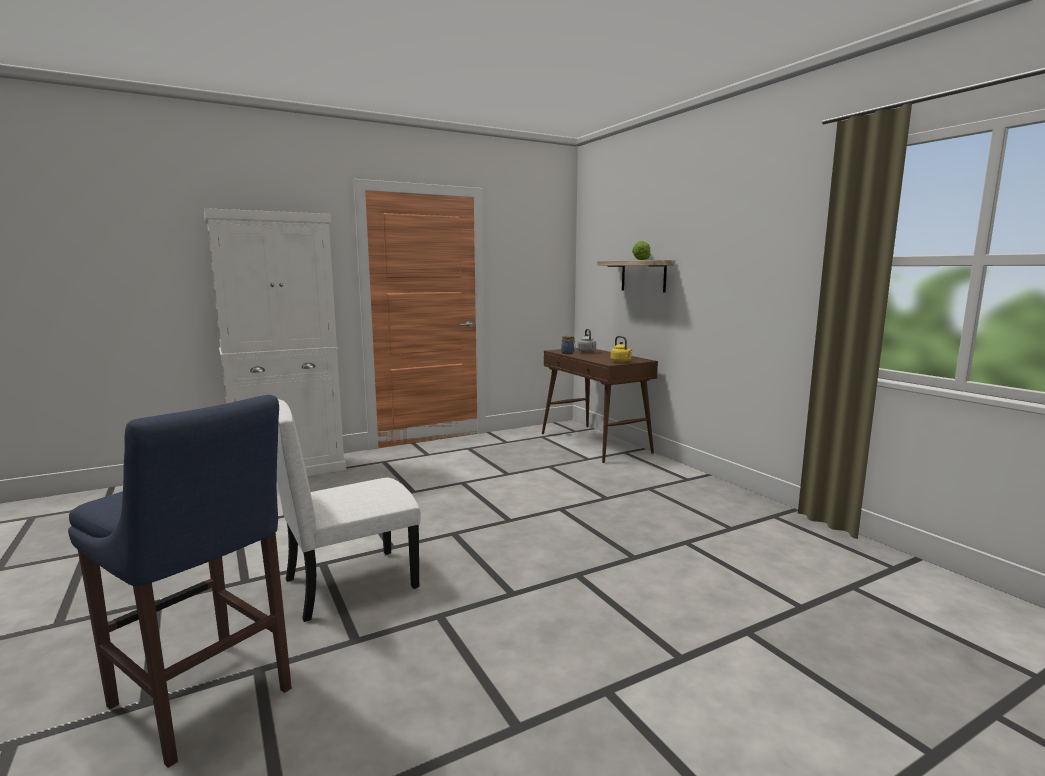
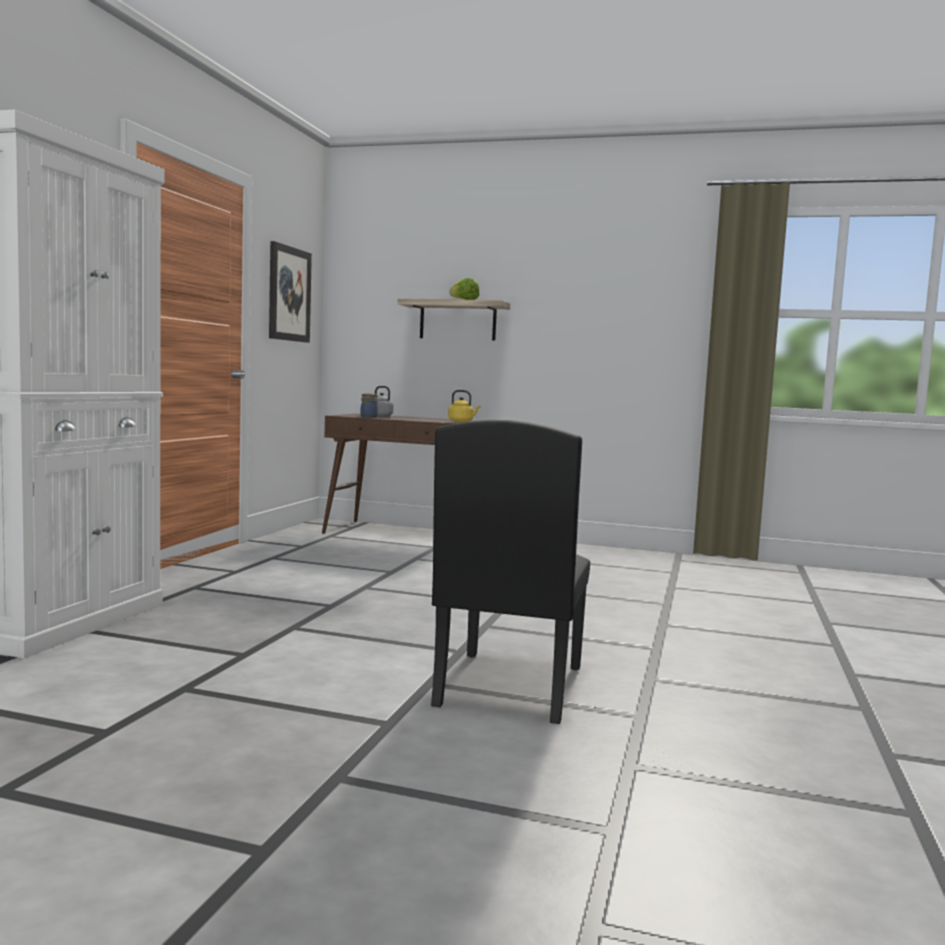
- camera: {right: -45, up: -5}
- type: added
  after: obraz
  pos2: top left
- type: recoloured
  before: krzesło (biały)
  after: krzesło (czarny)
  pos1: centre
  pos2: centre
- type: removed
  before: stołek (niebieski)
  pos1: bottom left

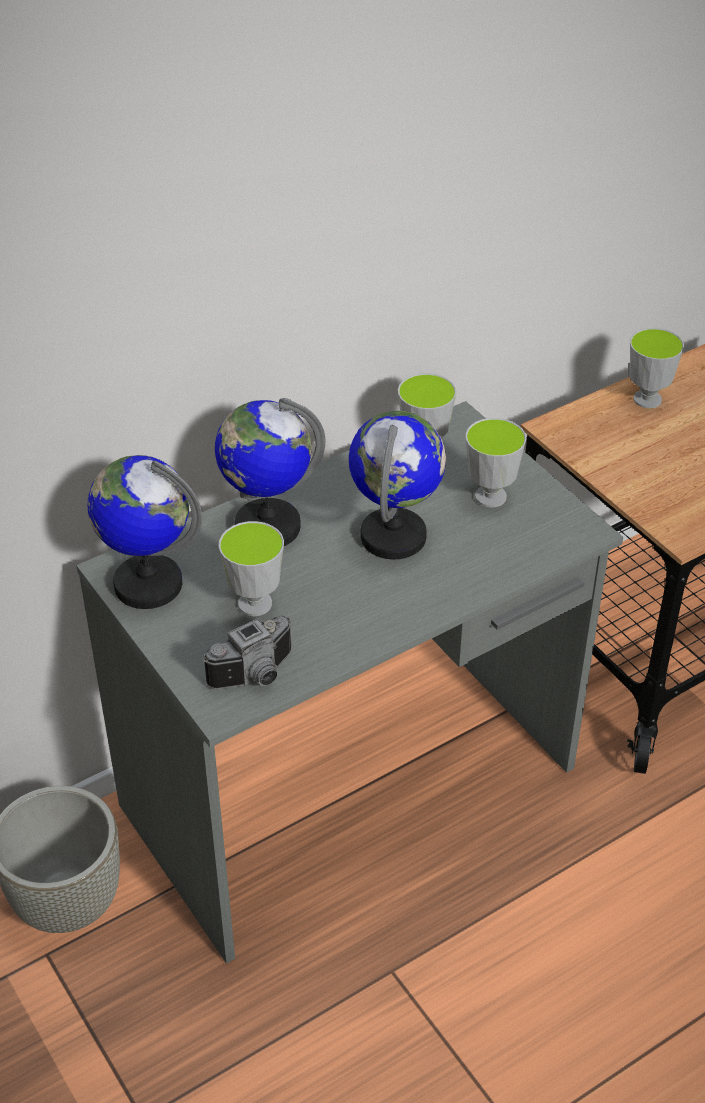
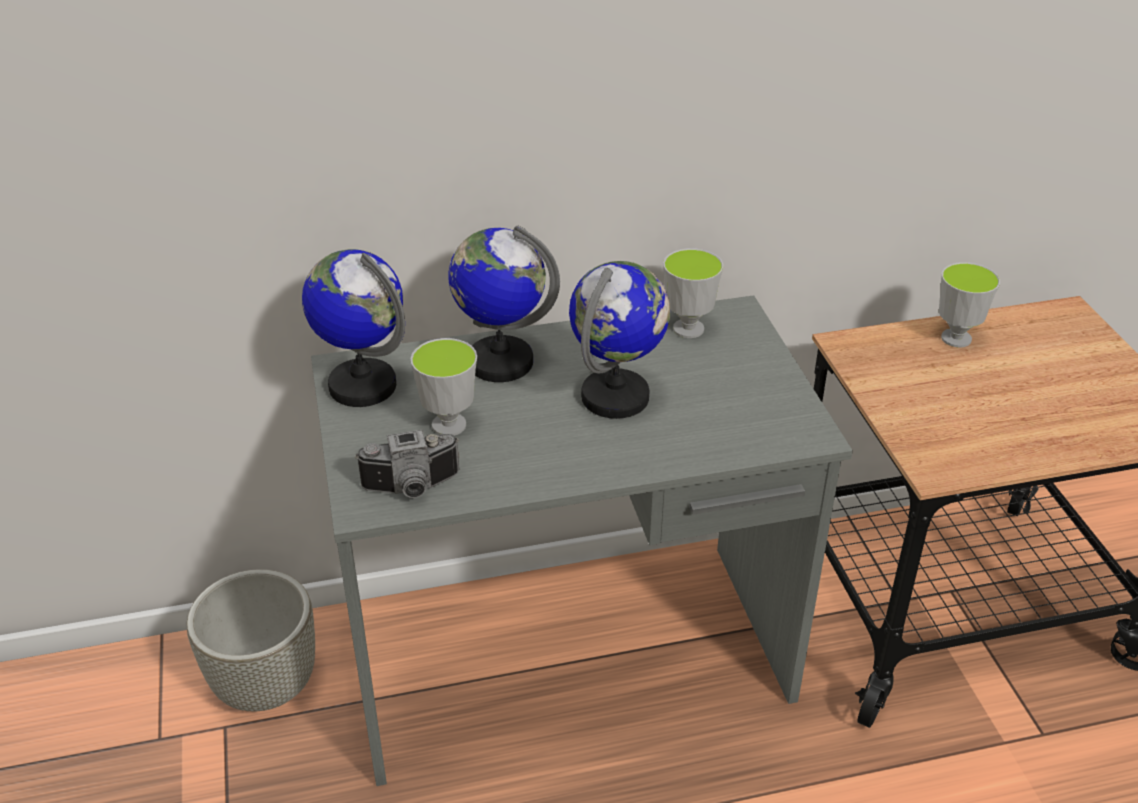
- camera: {right: 20, up: -5}
- type: removed
  before: filiżanka (3rd from left)
  pos1: middle right

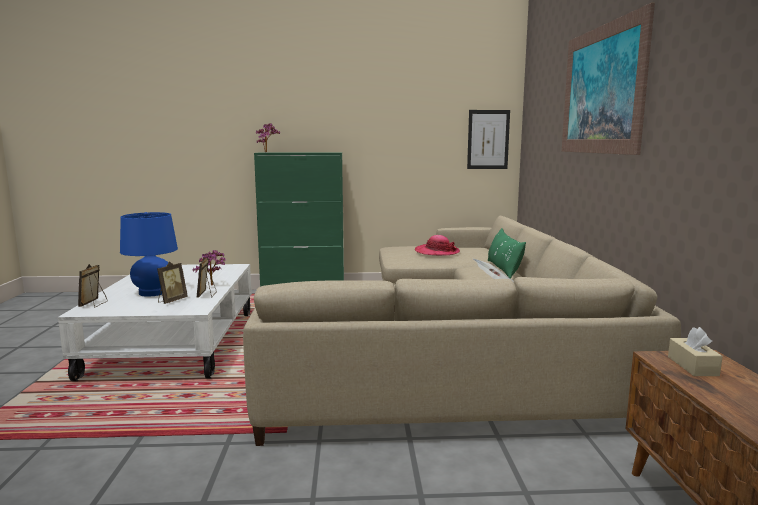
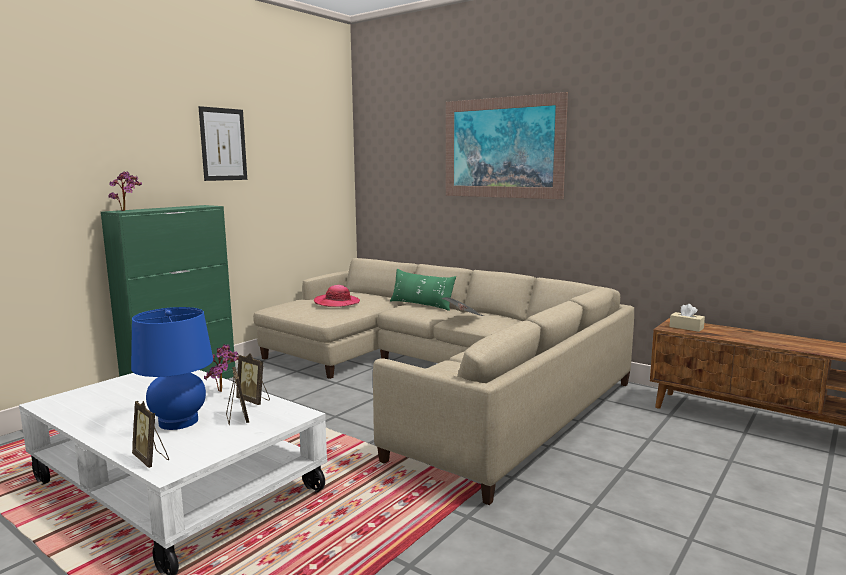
- camera: {right: -50, up: 0}
- type: moved
  before: obraz (1st from left)
  pos1: top centre
  pos2: top left

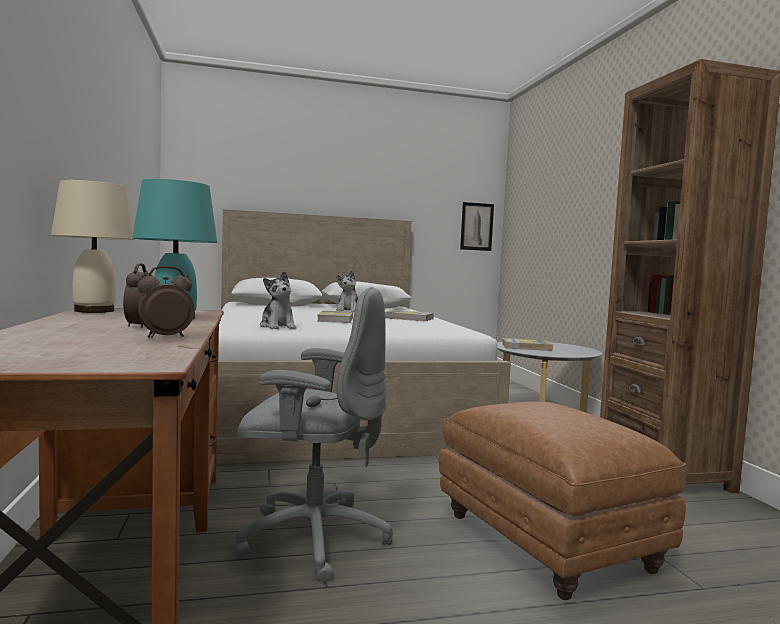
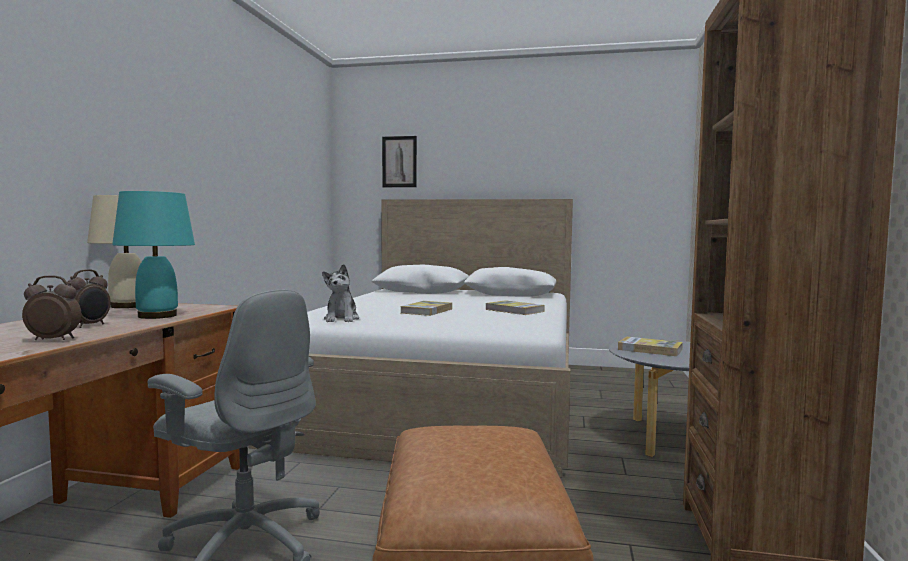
- camera: {right: 25, up: 0}
- type: moved
  before: obraz
  pos1: centre
  pos2: top centre
- type: removed
  before: pluszak (2nd from left)
  pos1: centre

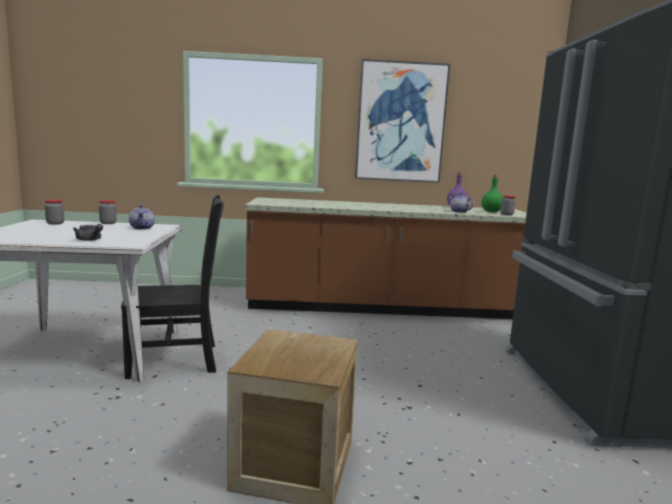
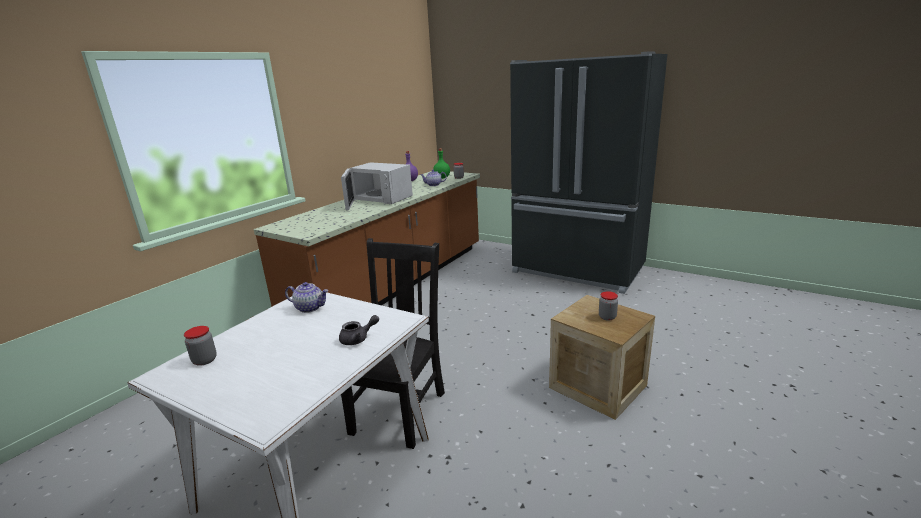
- camera: {right: -55, up: 10}
- type: added
  after: mikrofalówka (biały)
  pos2: centre
- type: moved
  before: słoik (2nd from left in the first image)
  after: słoik (3rd from left)
  pos1: middle left
  pos2: centre
- type: removed
  before: obraz
  pos1: top centre

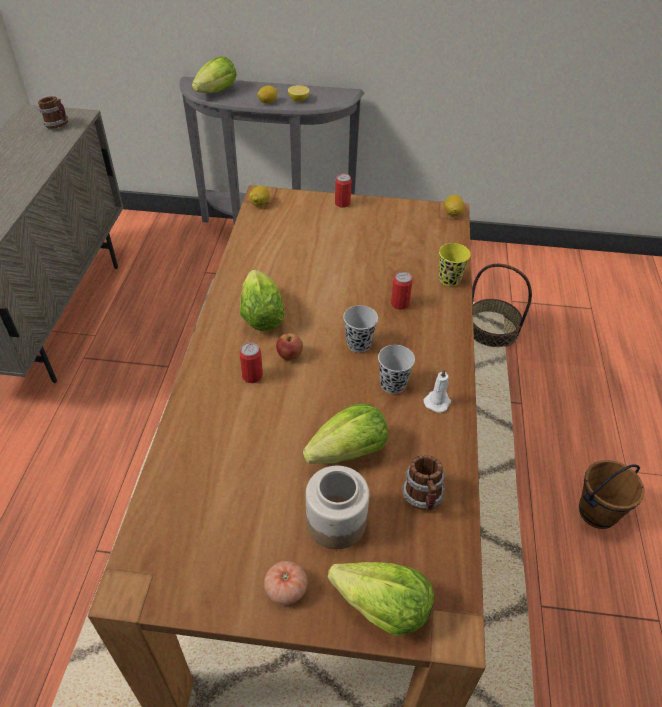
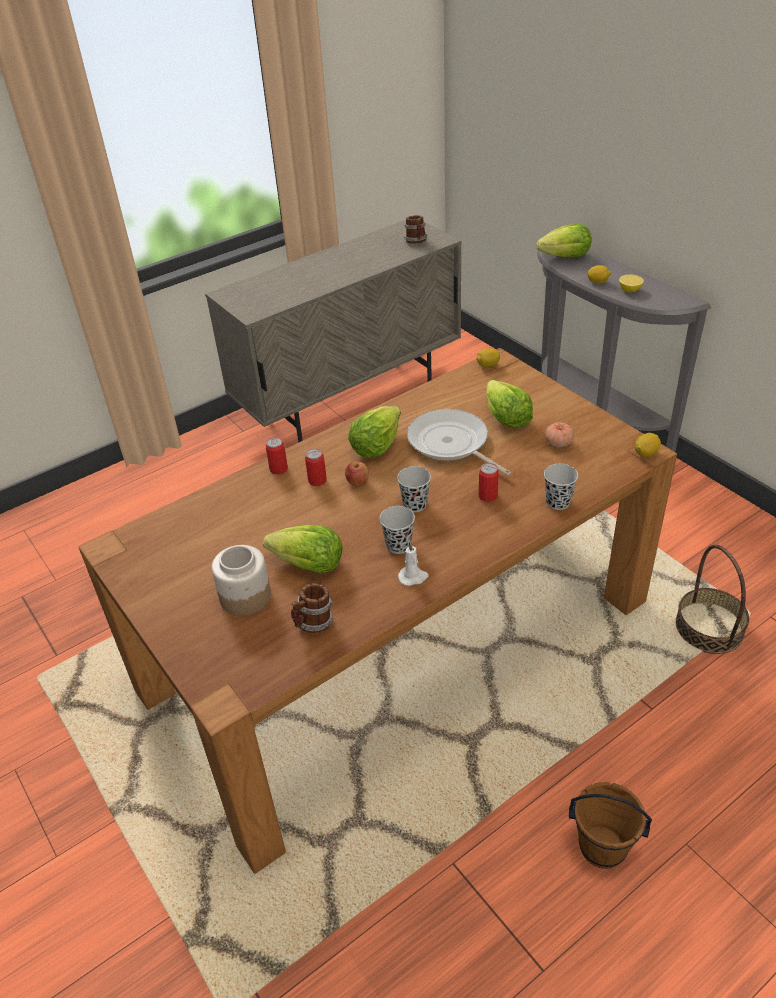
- camera: {right: 50, up: -5}
- type: moved
  before: puszka (2nd from left in the first image)
  after: puszka (1st from left)
  pos1: top centre
  pos2: centre
- type: added
  after: patelnia
  pos2: centre
- type: moved
  before: sałata (4th from left in the first image)
  after: sałata (3rd from left)
  pos1: bottom centre
  pos2: centre
- type: recoloured
  before: filiżanka (żółty)
  after: filiżanka (czarny) (3rd from left)
  pos1: middle right
  pos2: middle right
- type: moved
  before: pomidor
  pos1: bottom centre
  pos2: middle right

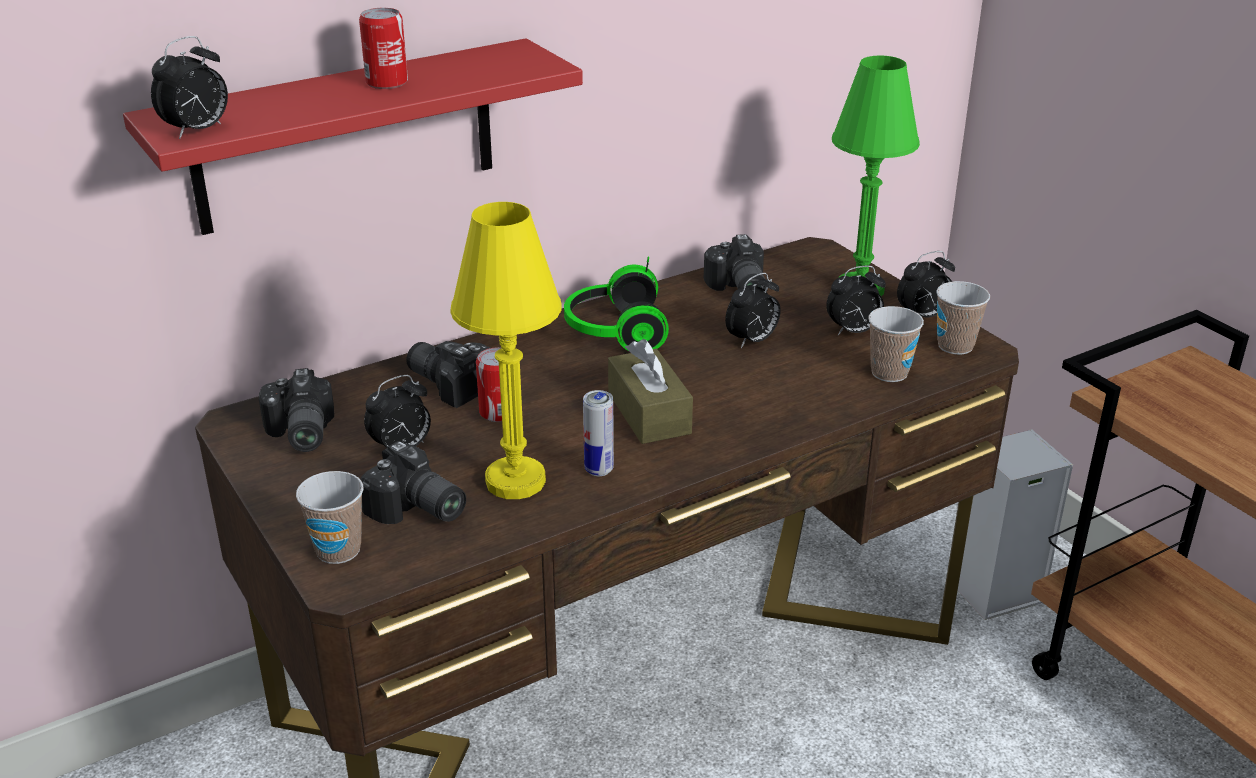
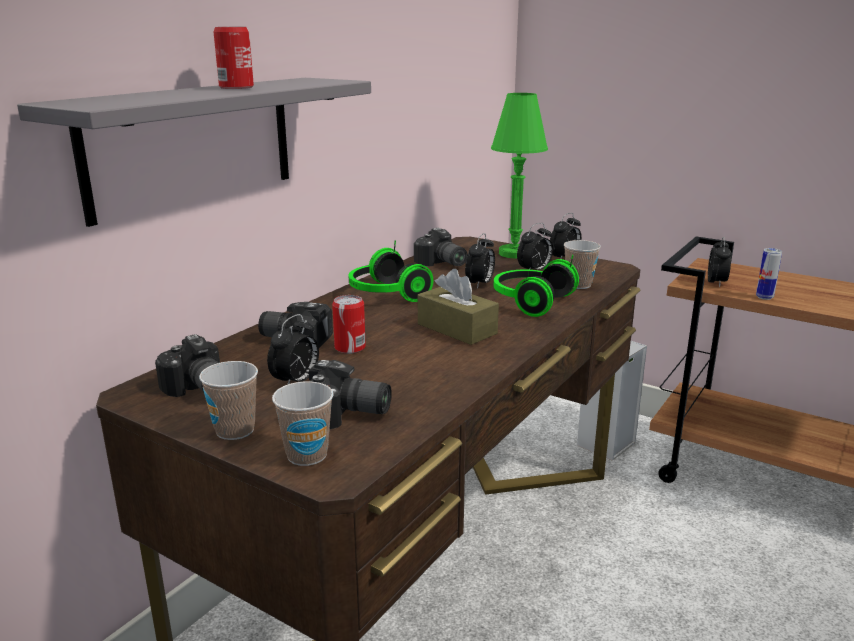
- camera: {right: -25, up: -10}
- type: recoloured
  before: półka (czerwony)
  after: półka (szary)
  pos1: top left
  pos2: top left
- type: moved
  before: filiżanka (3rd from left in the first image)
  after: filiżanka (1st from left)
  pos1: middle right
  pos2: middle left
- type: added
  after: słuchawki (2nd from left)
  pos2: centre
- type: moved
  before: budzik (1st from left in the first image)
  after: budzik (5th from left)
  pos1: top left
  pos2: middle right
- type: moved
  before: puszka (3rd from left)
  pos1: centre
  pos2: middle right
- type: removed
  before: lampa stołowa (żółty)
  pos1: centre

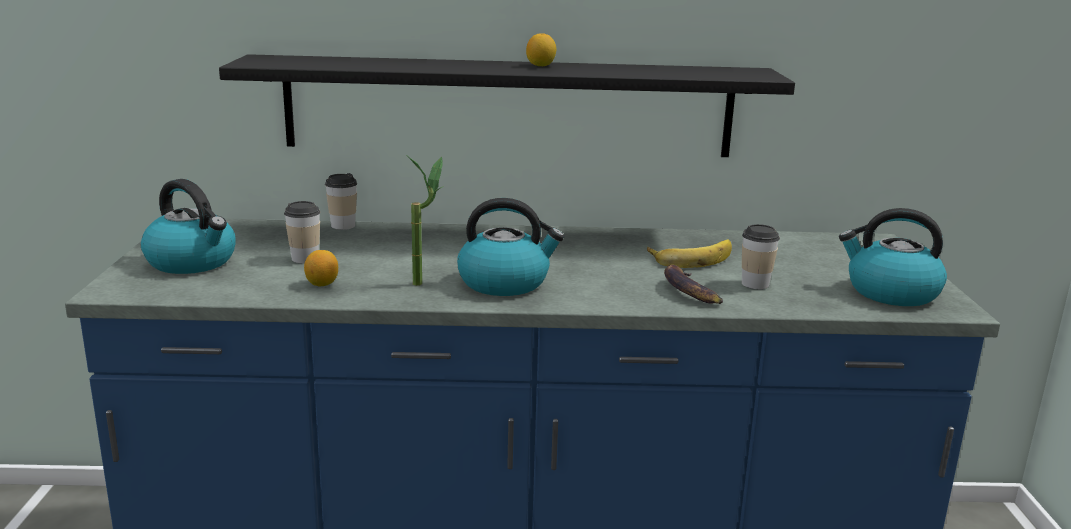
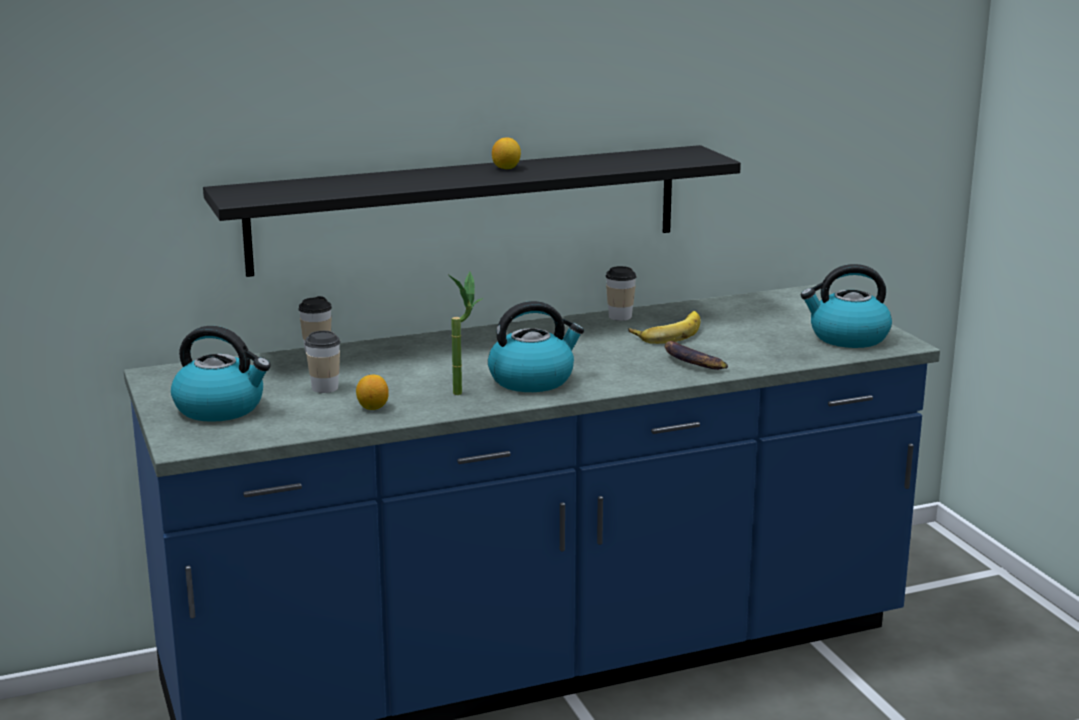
- camera: {right: -20, up: 0}
- type: moved
  before: filiżanka (3rd from left)
  pos1: middle right
  pos2: centre

